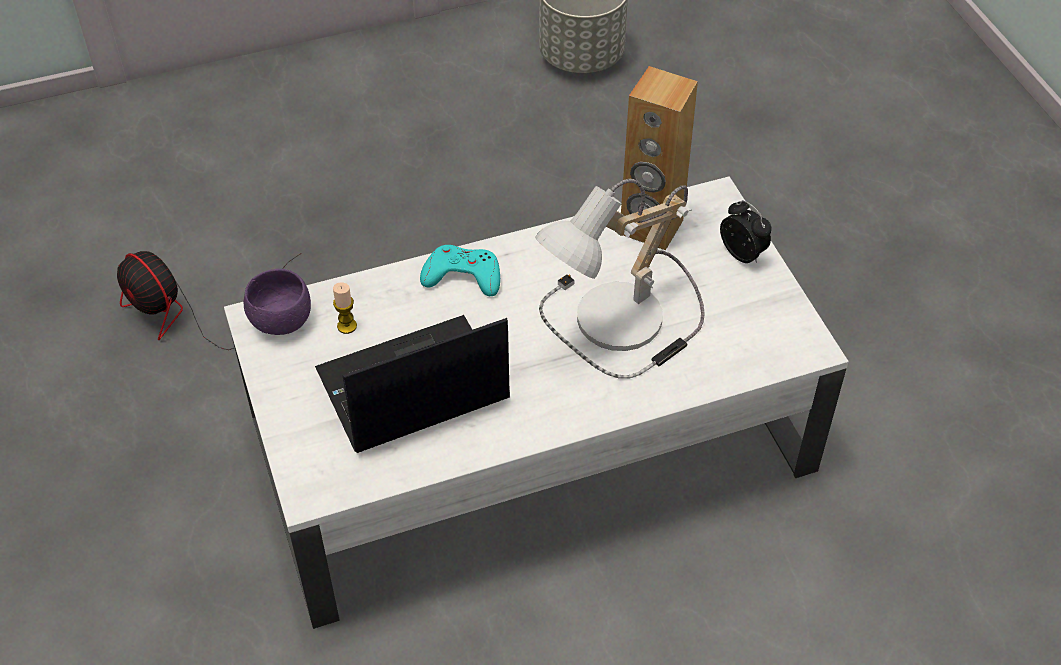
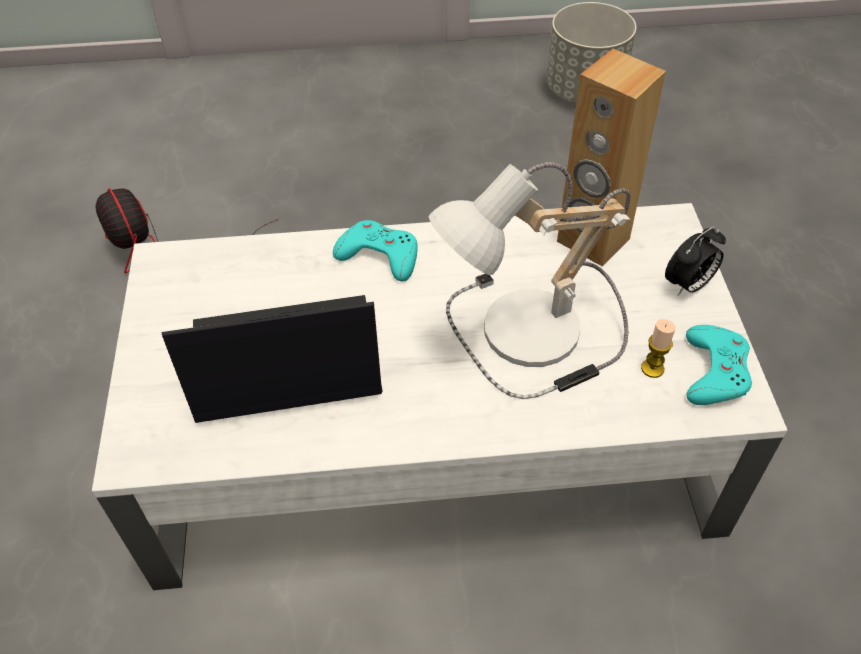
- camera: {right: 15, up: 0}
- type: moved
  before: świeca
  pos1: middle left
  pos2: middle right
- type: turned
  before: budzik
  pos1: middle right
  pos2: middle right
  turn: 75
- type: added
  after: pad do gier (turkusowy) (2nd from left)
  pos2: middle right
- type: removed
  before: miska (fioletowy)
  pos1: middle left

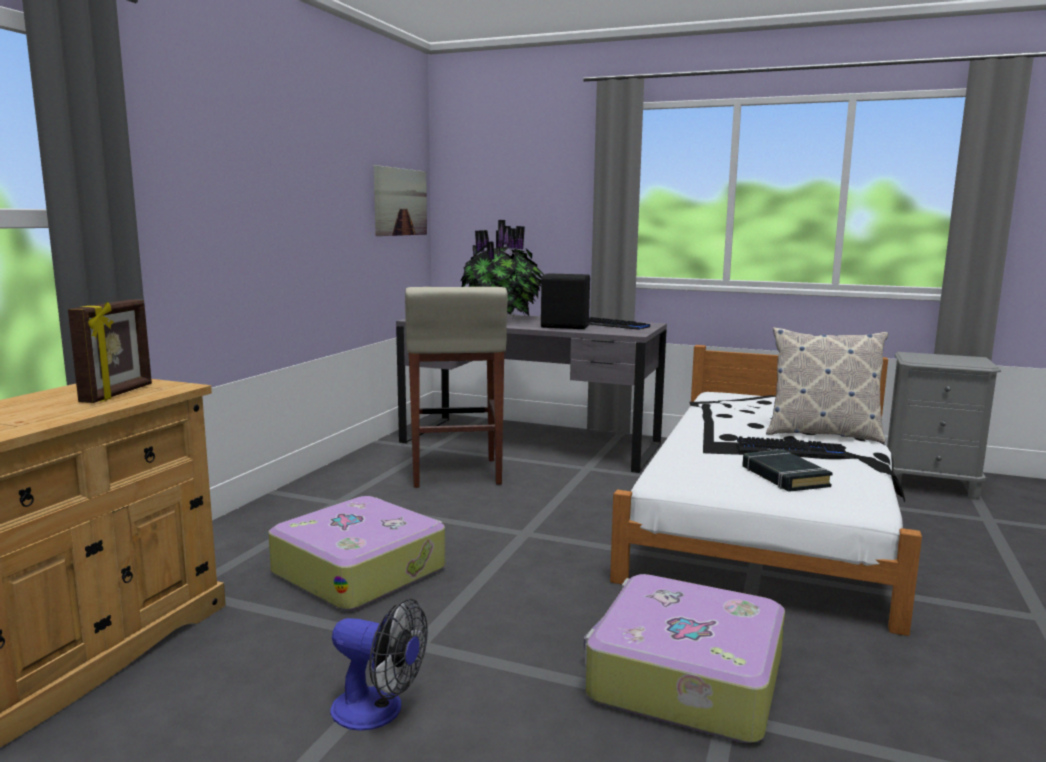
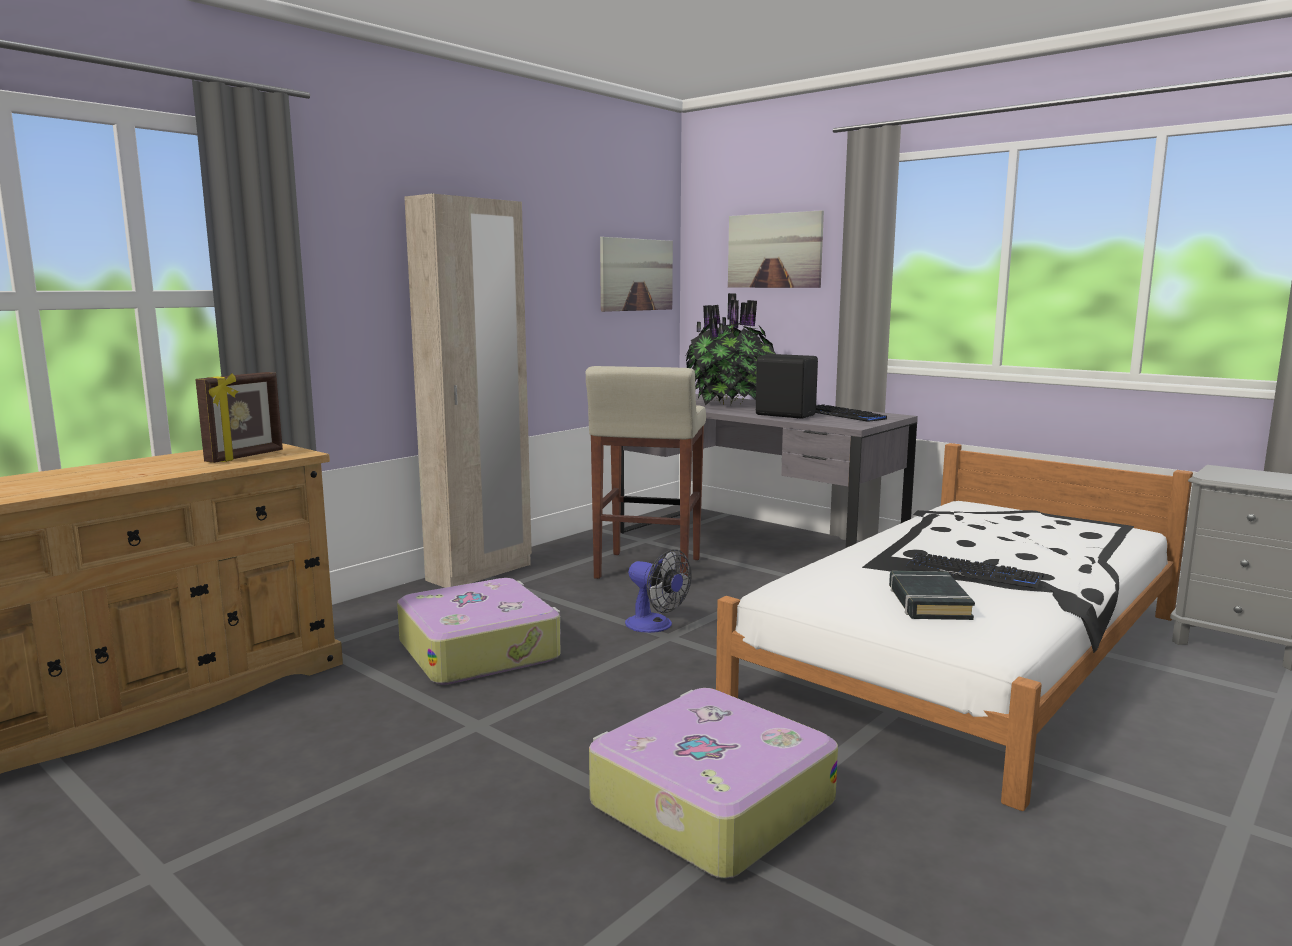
- camera: {right: 20, up: 0}
- type: added
  after: szafa (beżowy)
  pos2: centre
- type: moved
  before: wentylator
  pos1: bottom centre
  pos2: centre
- type: added
  after: obraz (2nd from left)
  pos2: top centre
- type: removed
  before: poduszka
  pos1: middle right

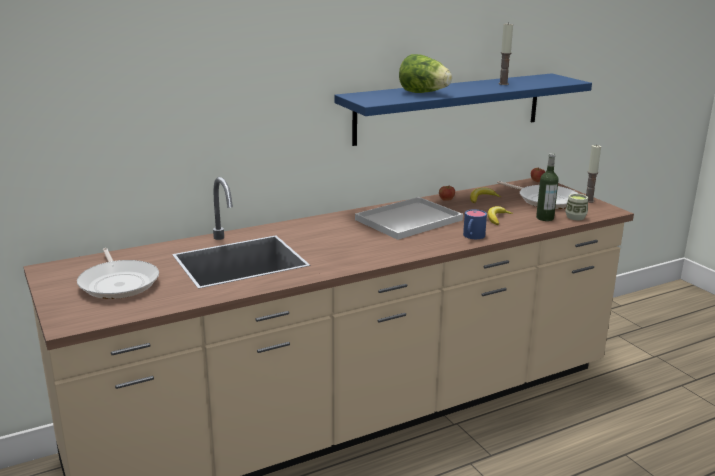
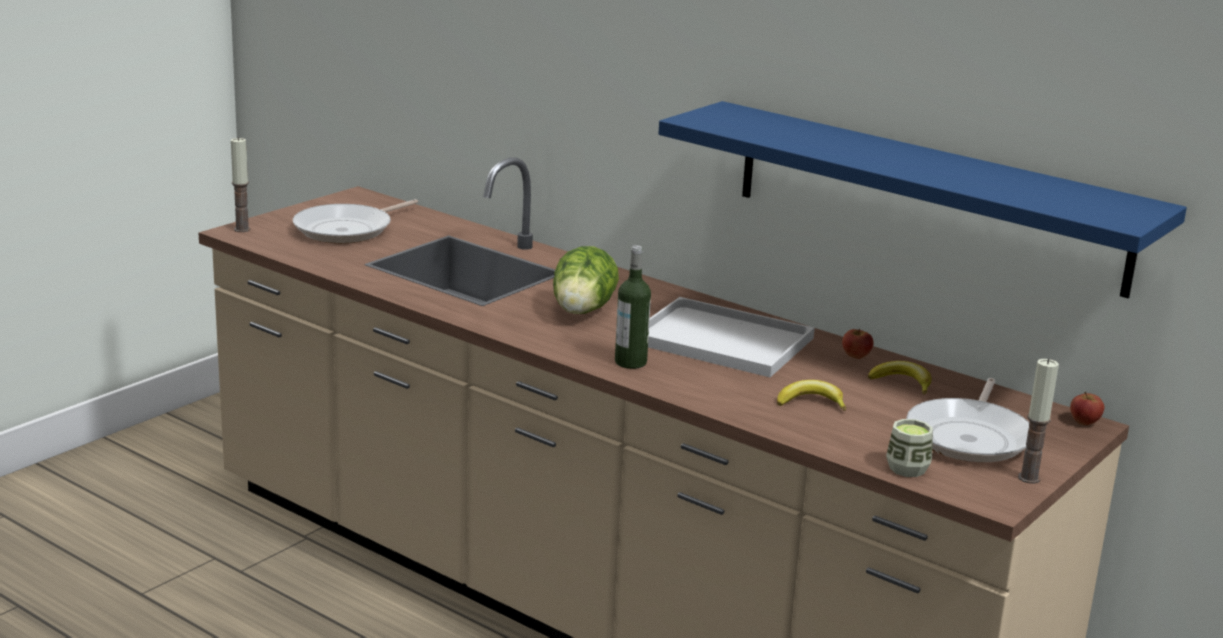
- camera: {right: 65, up: 0}
- type: moved
  before: świeca (1st from left)
  pos1: top right
  pos2: top left
- type: moved
  before: sałata
  pos1: top centre
  pos2: centre
- type: moved
  before: butelka
  pos1: middle right
  pos2: centre
- type: removed
  before: kubek (niebieski)
  pos1: centre

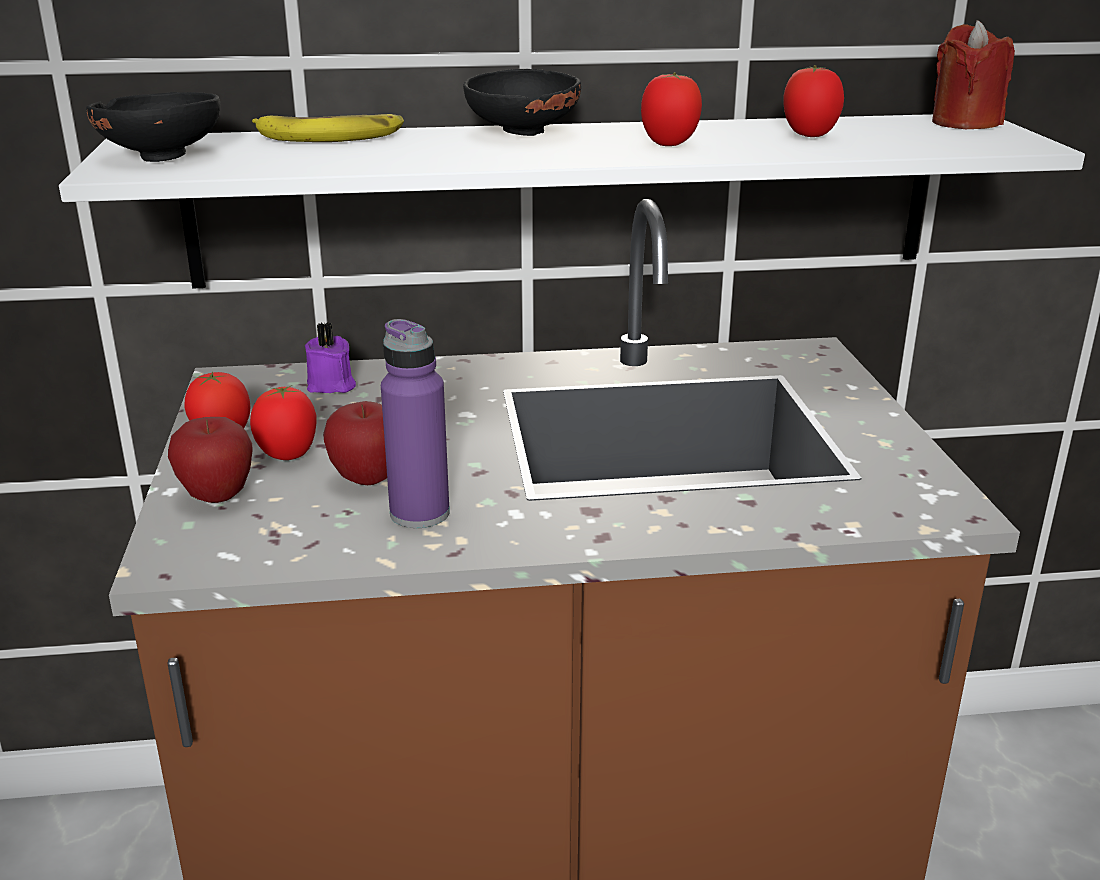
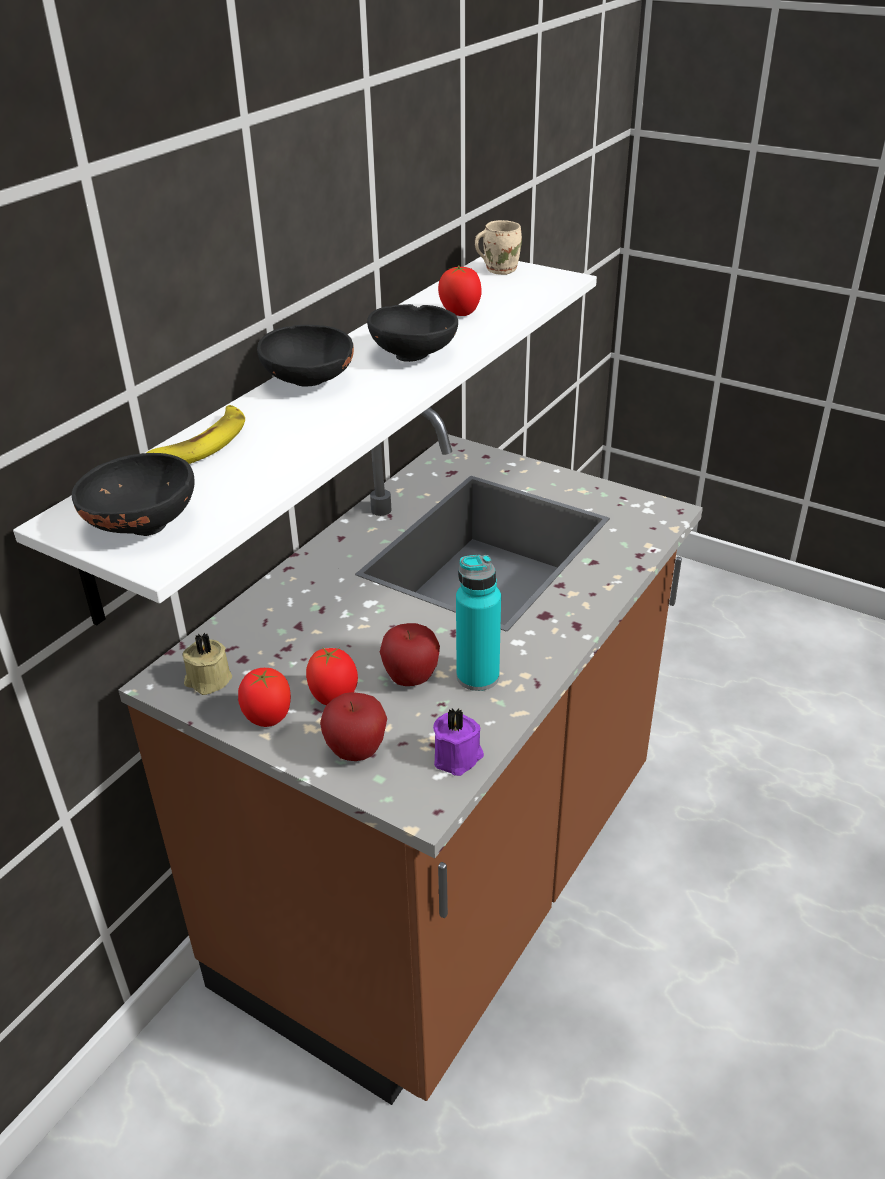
- camera: {right: -50, up: 10}
- type: added
  after: świeca (beżowy)
  pos2: middle left
- type: replaced
  before: pomidor (3rd from left)
  after: miska (czarny) (3rd from left)
  pos1: top centre
  pos2: top centre
- type: moved
  before: świeca (fioletowy)
  pos1: middle left
  pos2: centre
- type: recoloured
  before: butelka (fioletowy)
  after: butelka (turkusowy)
  pos1: centre
  pos2: centre
- type: replaced
  before: świeca (czerwony)
  after: kubek (beżowy)
  pos1: top right
  pos2: top centre

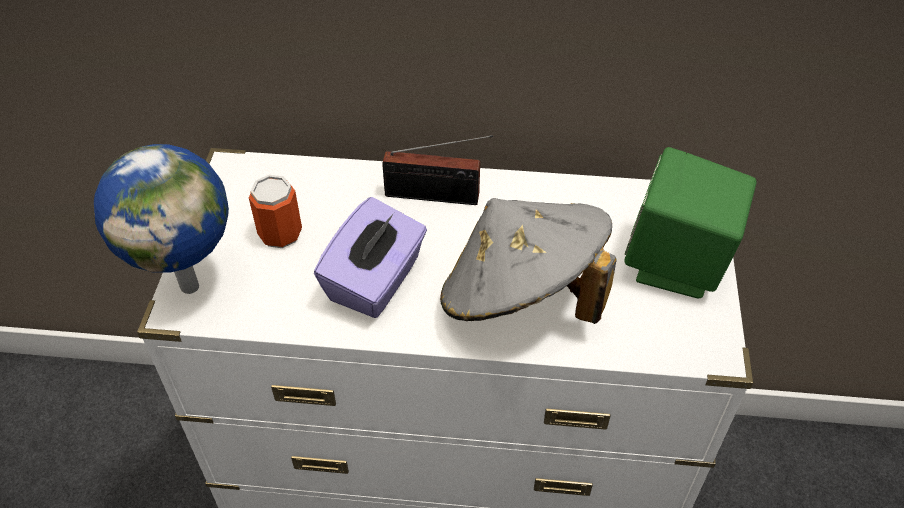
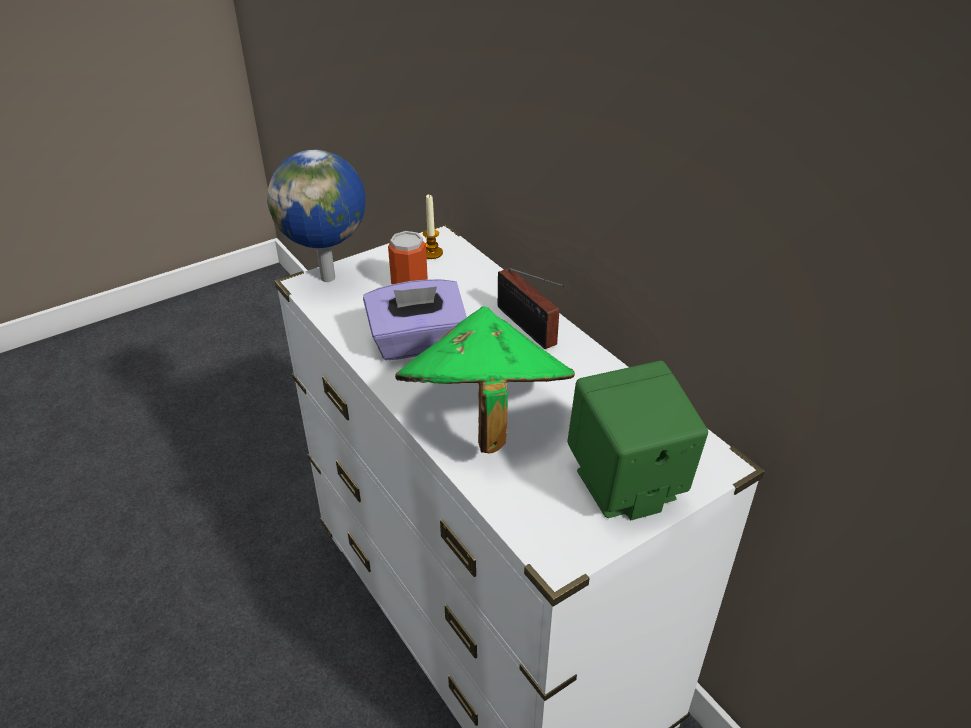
- camera: {right: 50, up: -10}
- type: recoloured
  before: kapelusz (szary)
  after: kapelusz (zielony)
  pos1: centre
  pos2: centre
- type: added
  after: świeca
  pos2: top centre

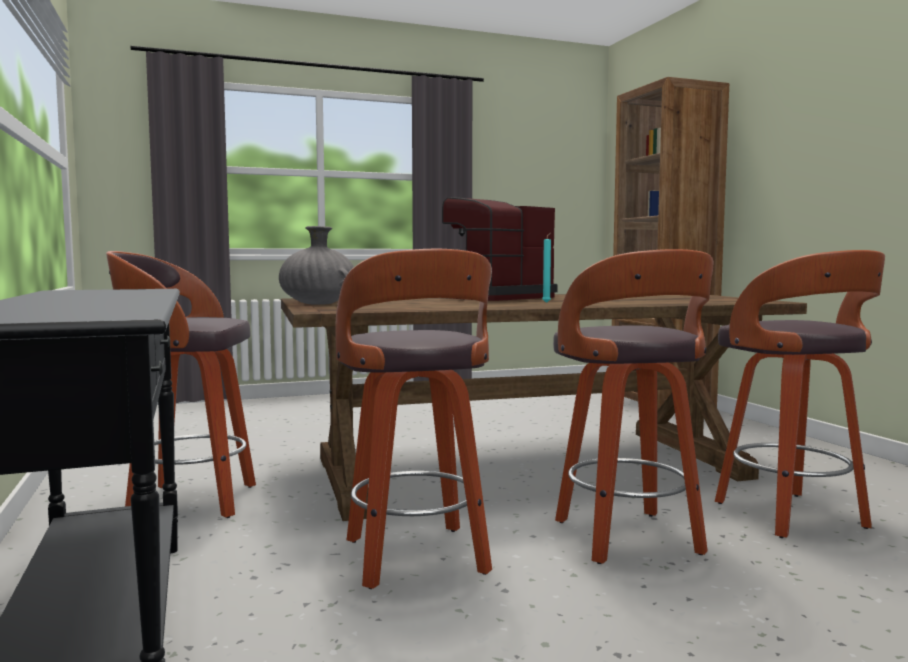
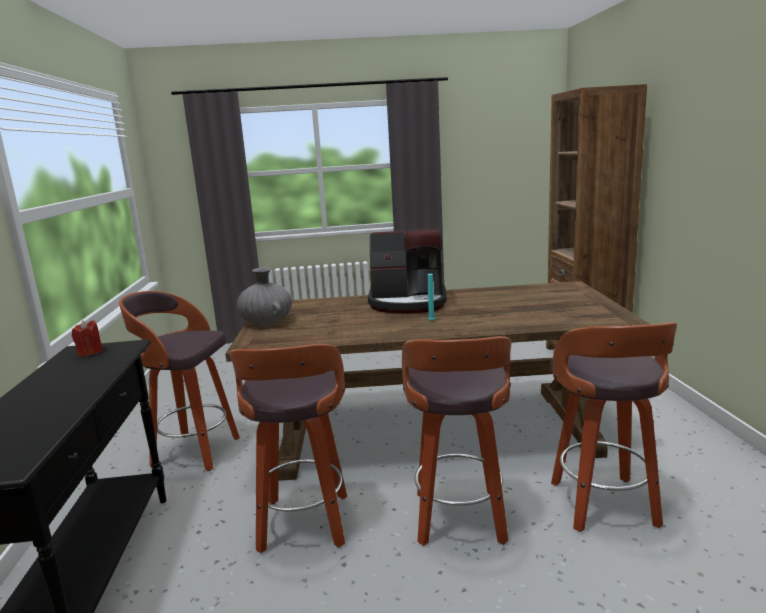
- camera: {right: 15, up: 10}
- type: added
  after: świeca (czerwony)
  pos2: middle left
- type: turned
  before: ekspres do kawy
  pos1: centre
  pos2: centre
  turn: -150

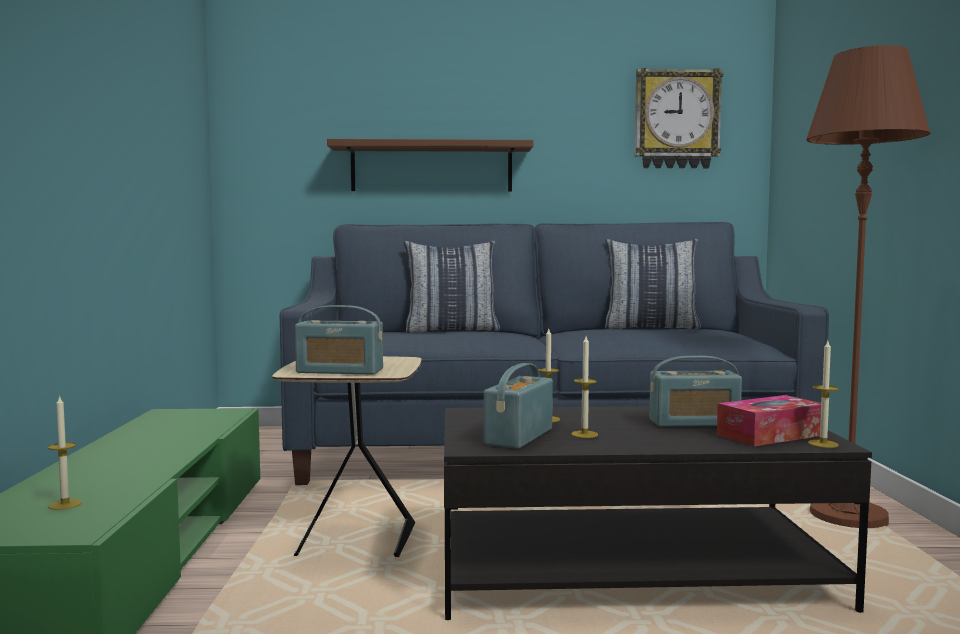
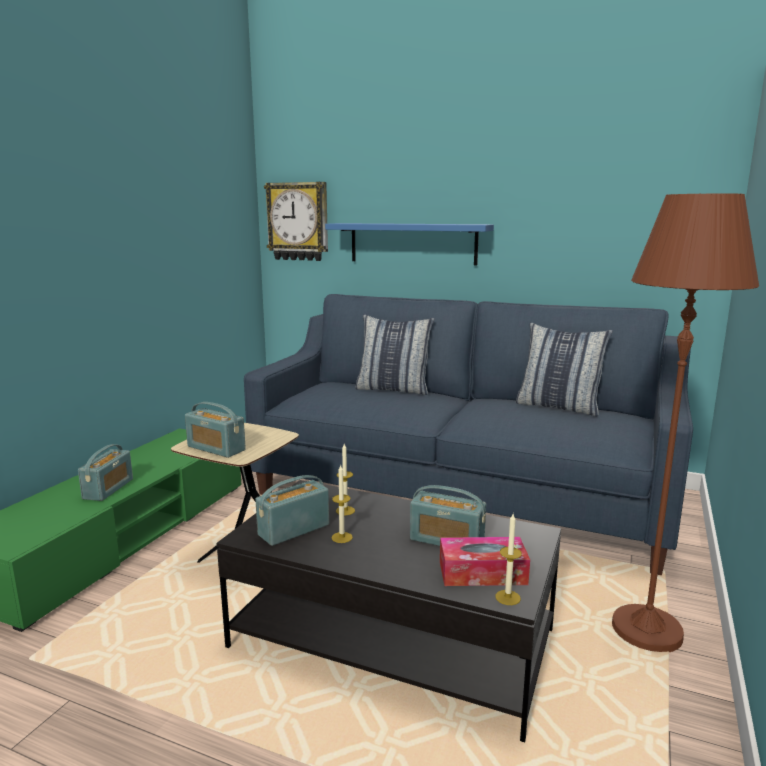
- camera: {right: 25, up: 10}
- type: added
  after: radio (1st from left)
  pos2: middle left
- type: moved
  before: zegar ścienny
  pos1: top right
  pos2: top centre
- type: recoloured
  before: półka (brązowy)
  after: półka (niebieski)
  pos1: top centre
  pos2: top centre
- type: removed
  before: świeca (1st from left)
  pos1: bottom left

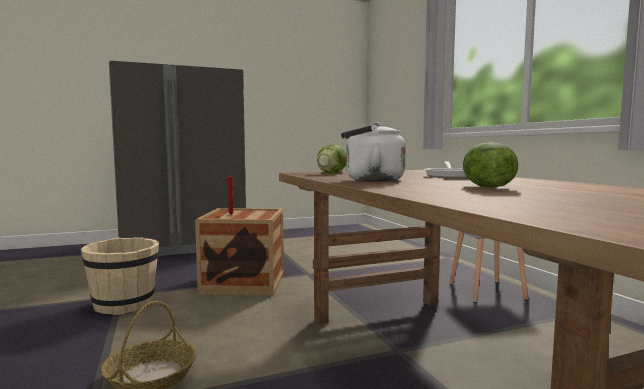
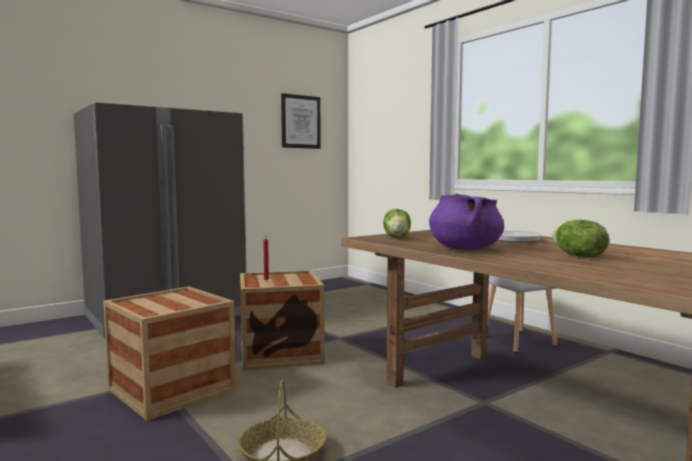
- camera: {right: -15, up: 0}
- type: replaced
  before: wiadro (beżowy)
  after: skrzynka (1st from left)
  pos1: bottom left
  pos2: bottom left
- type: added
  after: obraz
  pos2: top centre
- type: replaced
  before: czajnik (biały)
  after: garnek (fioletowy)
  pos1: centre
  pos2: middle right

